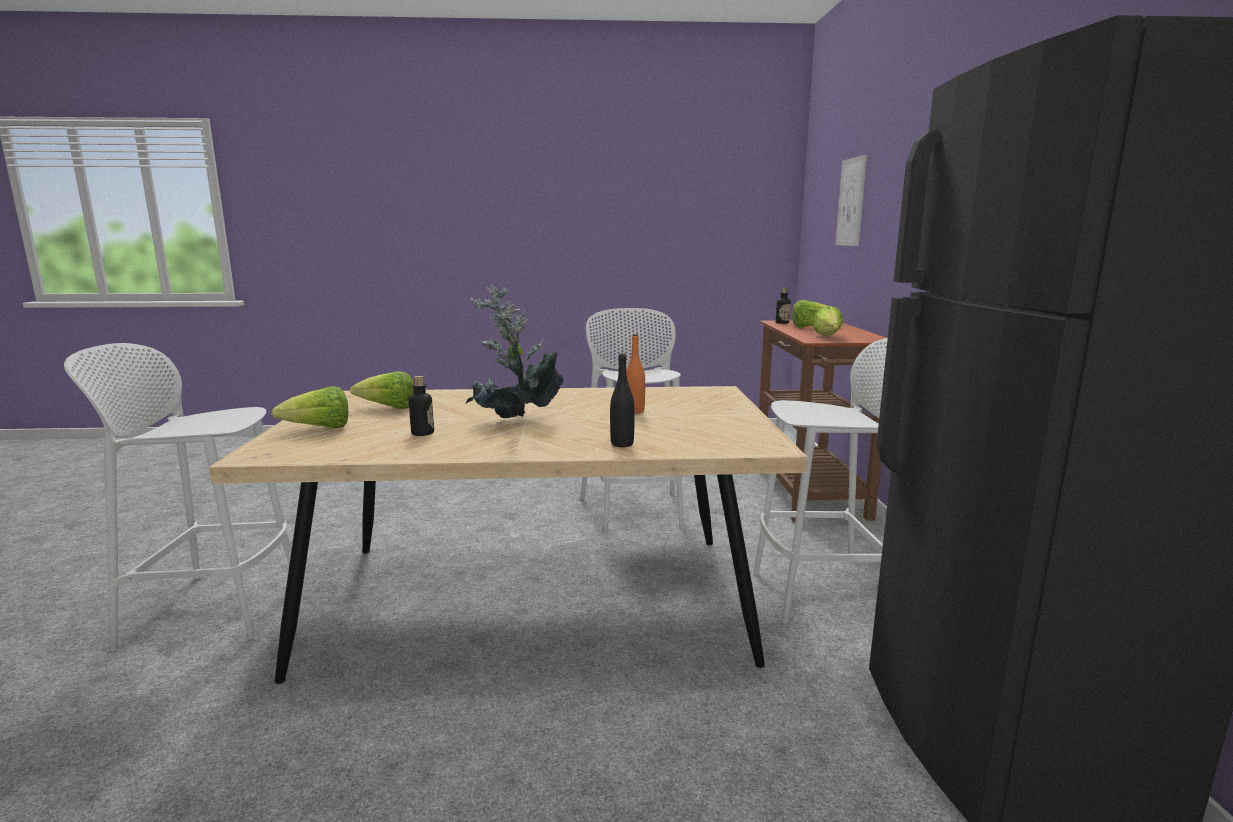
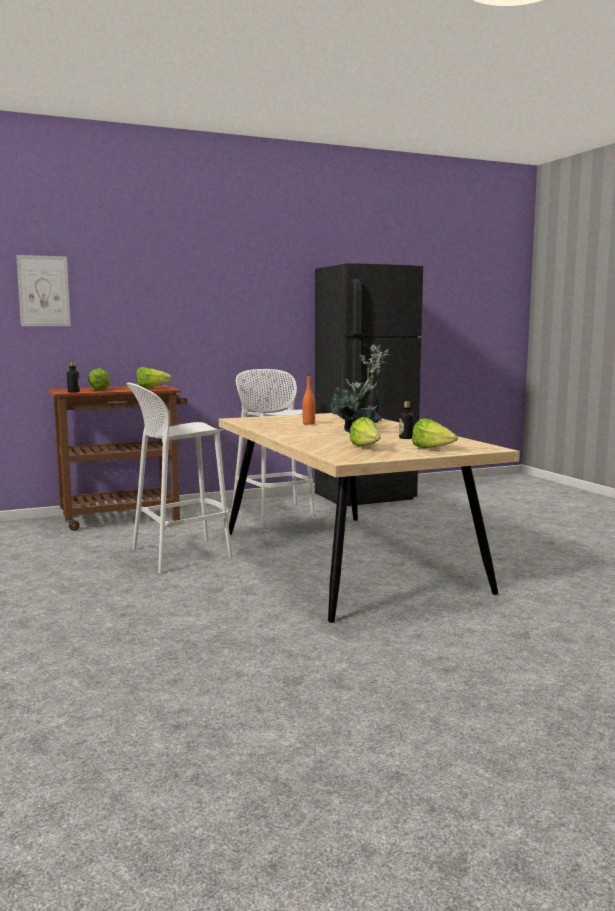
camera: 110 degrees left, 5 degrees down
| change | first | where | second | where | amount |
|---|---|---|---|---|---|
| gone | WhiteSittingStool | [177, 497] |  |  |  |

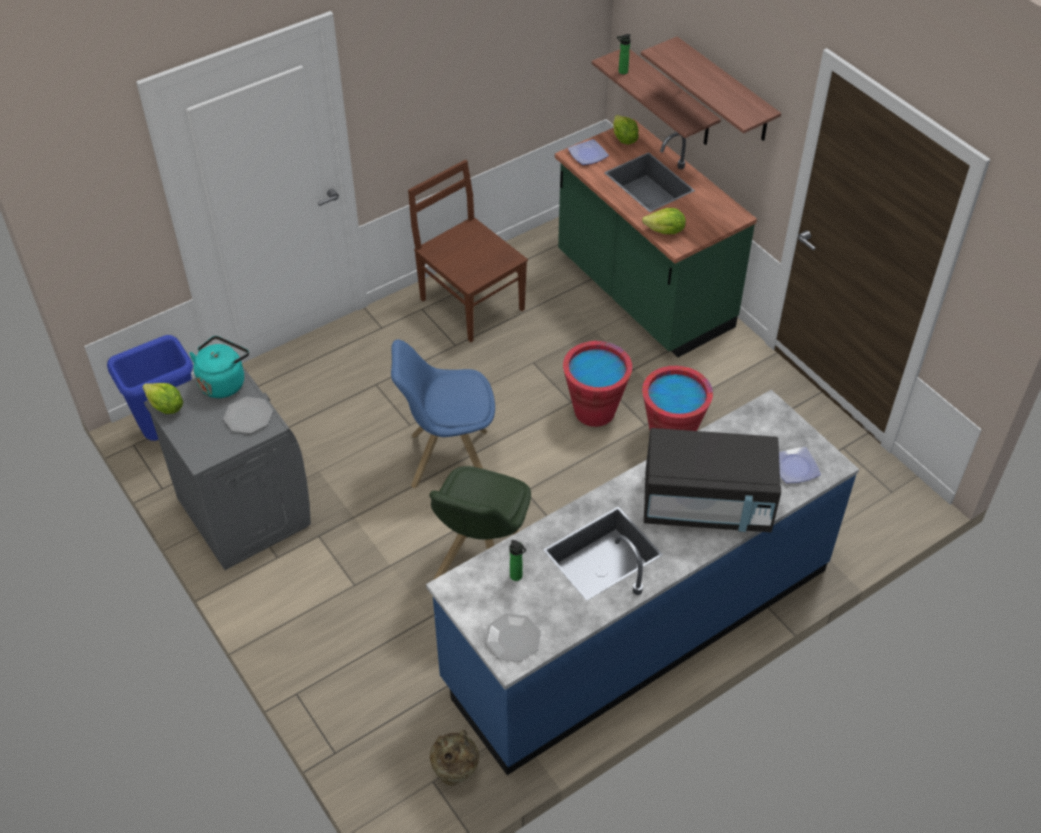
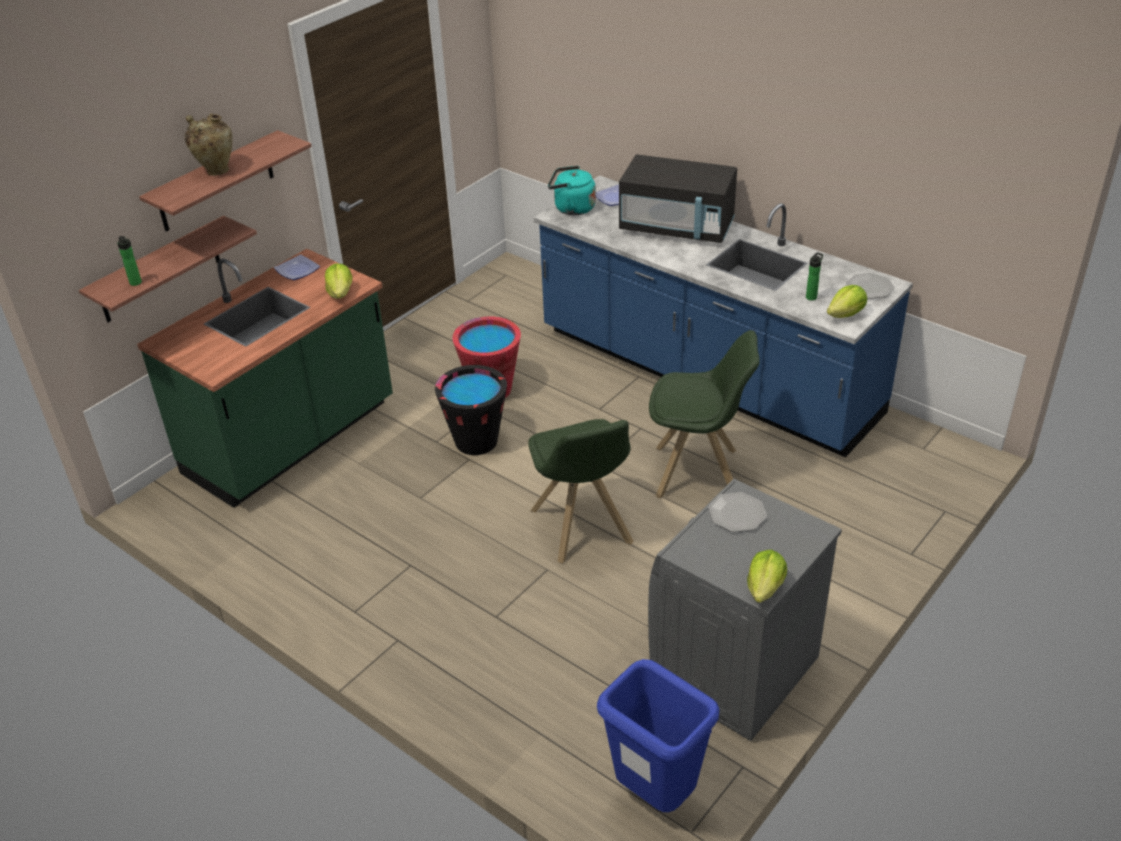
camera: 105 degrees left, 10 degrees down
| change | first | where | second | where | amount |
|---|---|---|---|---|---|
| shifted | LettuceHead | [626, 130] |  | [847, 301] |  |
| shifted | Plate | [588, 152] |  | [297, 267] |  |
| gone | BrownUprightChair | [468, 251] |  |  |  |
| shifted | BlueGreenWaterKettle | [219, 367] |  | [572, 190] |  |
| repainted | BluishUprightChair | [443, 414] | GreenColouredUprightChair | [580, 491] |  |
| repainted | ReddishPail | [597, 384] | BlackColouredPail | [471, 410] |  |
| rotated | BlackColouredMicrowaveOven | [712, 480] |  | [678, 198] | 120 degrees clockwise |
| shifted | BeigeVase | [454, 757] |  | [209, 144] |  |

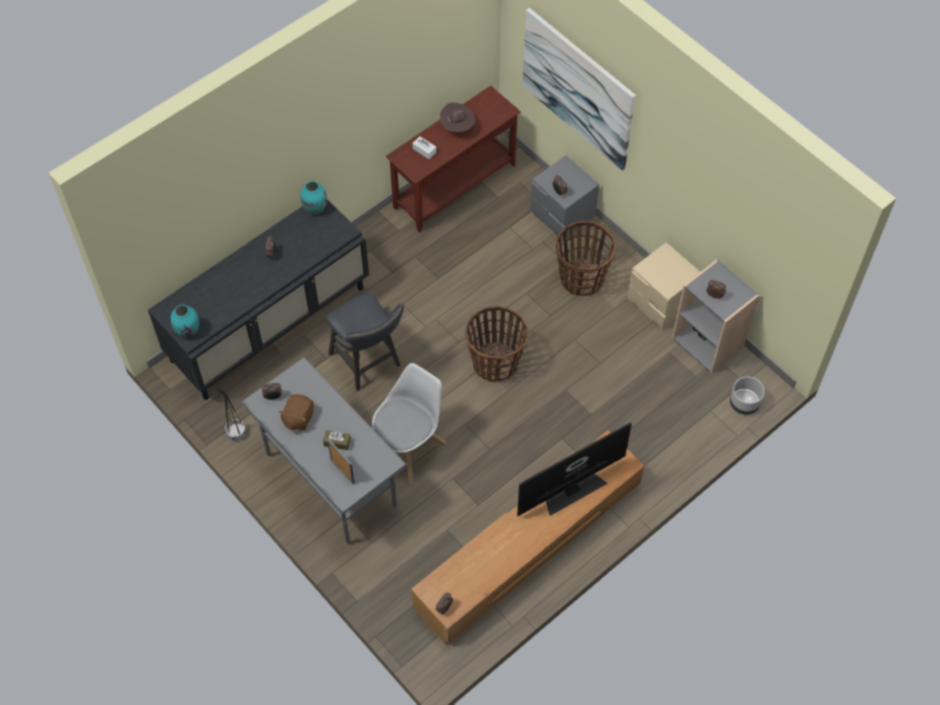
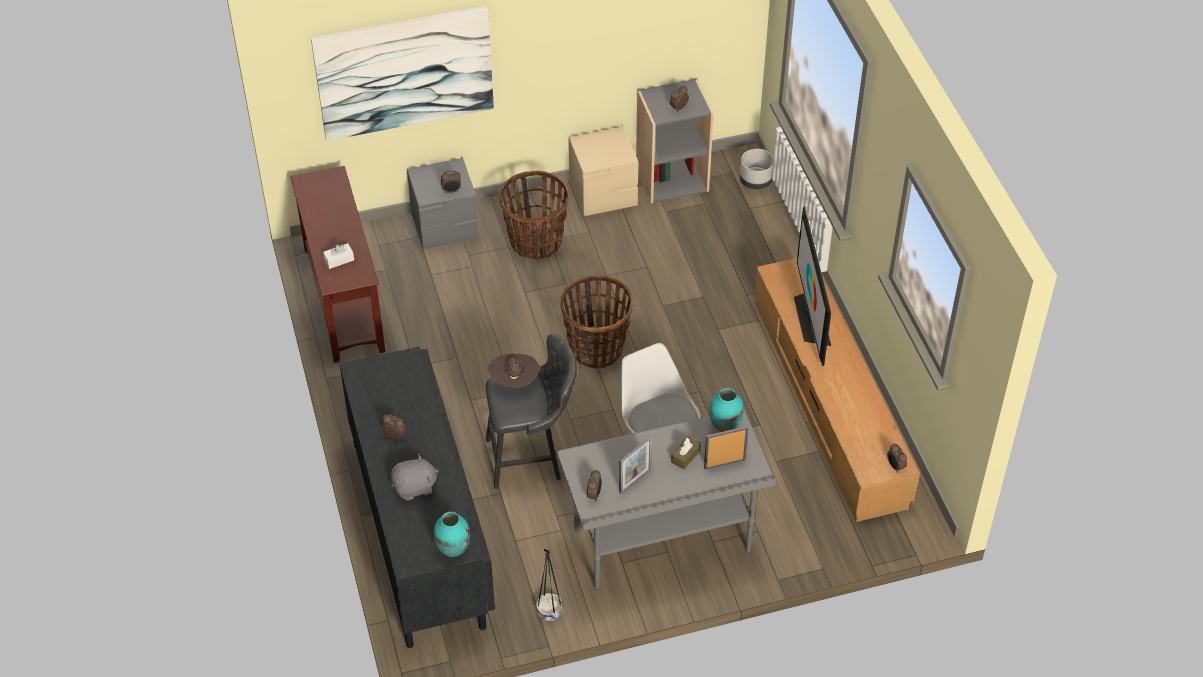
camera: 65 degrees left, 10 degrees down
| change | first | where | second | where | amount |
|---|---|---|---|---|---|
| shifted | BrownHat | [457, 117] |  | [513, 371] |  |
| shifted | BlueGreenVase | [314, 198] |  | [726, 410] |  |
| swapped | BrownSoftToy | [296, 412] | PhotoFrame | [635, 465] |  |
| new |  |  | GreyishSoftToy | [414, 477] |  |

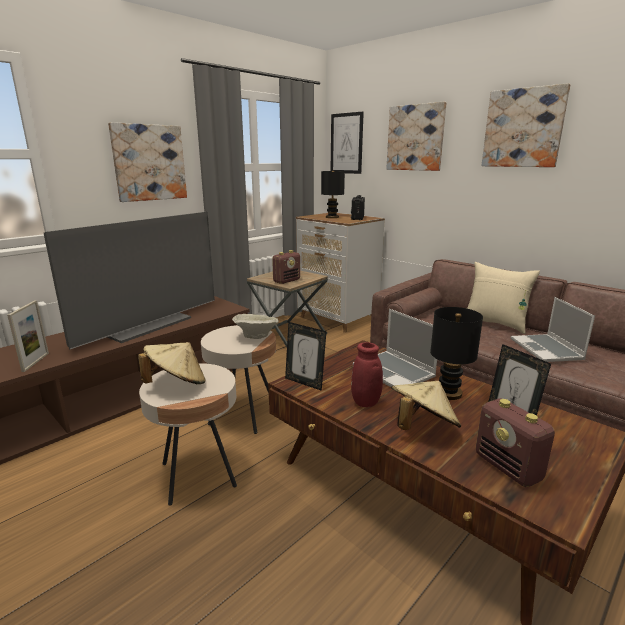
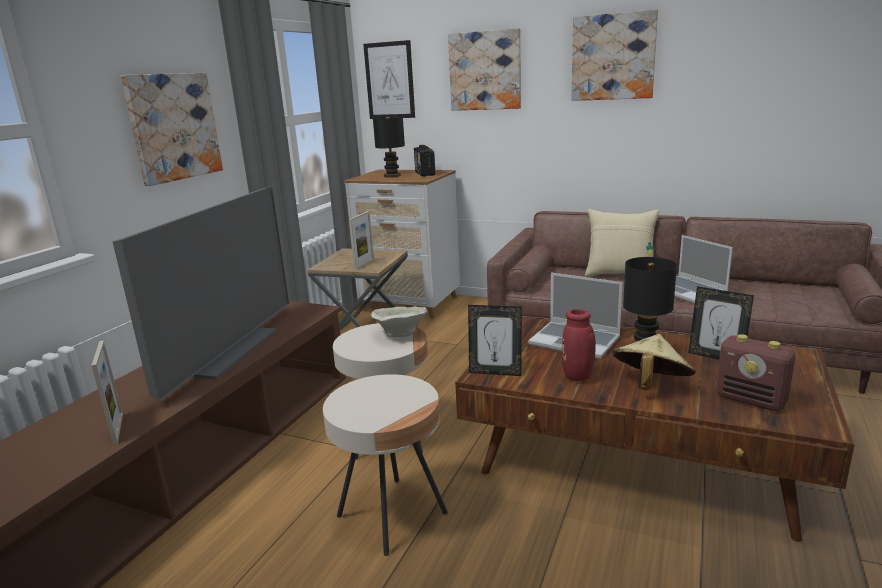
camera: 20 degrees left, 0 degrees up
| change | first | where | second | where | amount |
|---|---|---|---|---|---|
| swapped | RadioReceiver | [286, 267] | PhotoFrame | [361, 240] |  |
| gone | BeigeHat | [172, 363] |  |  |  |

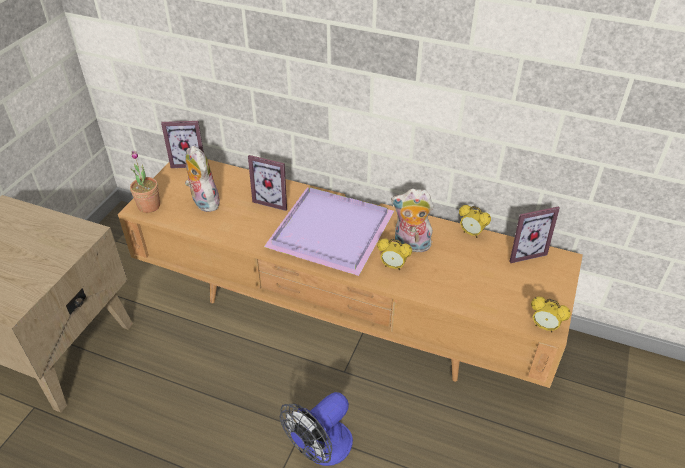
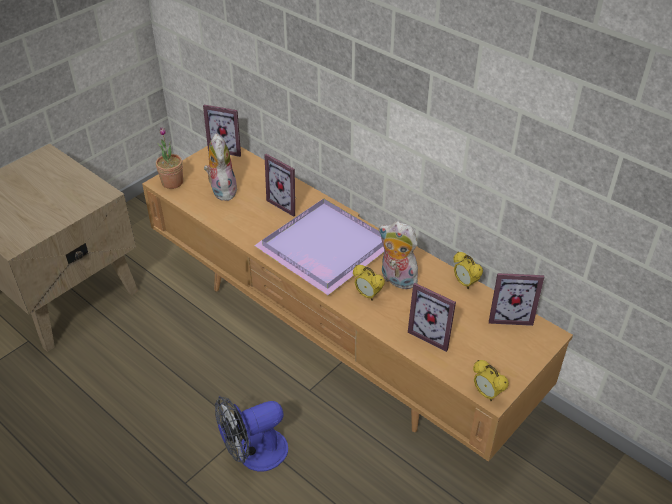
camera: 20 degrees right, 0 degrees up
| change | first | where | second | where | amount |
|---|---|---|---|---|---|
| new |  |  | PhotoFrame | [432, 317] |  |

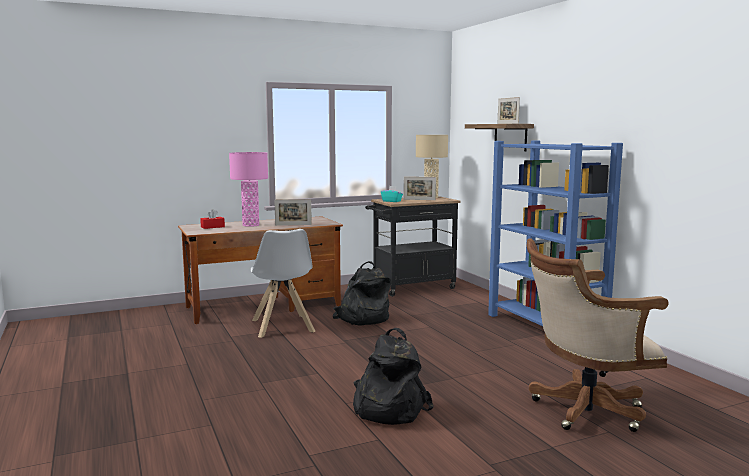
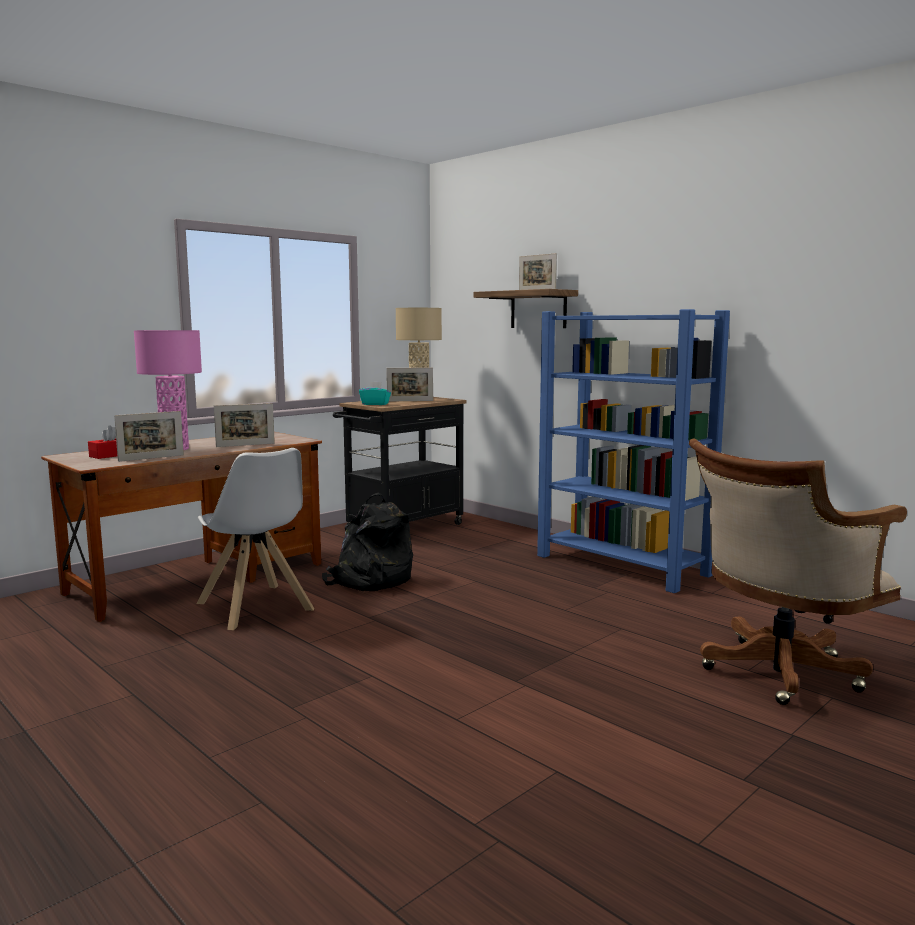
camera: 20 degrees left, 0 degrees up
| change | first | where | second | where | amount |
|---|---|---|---|---|---|
| gone | BlackColouredRucksack | [393, 376] |  |  |  |
| new |  |  | PhotoFrame | [149, 436] |  |

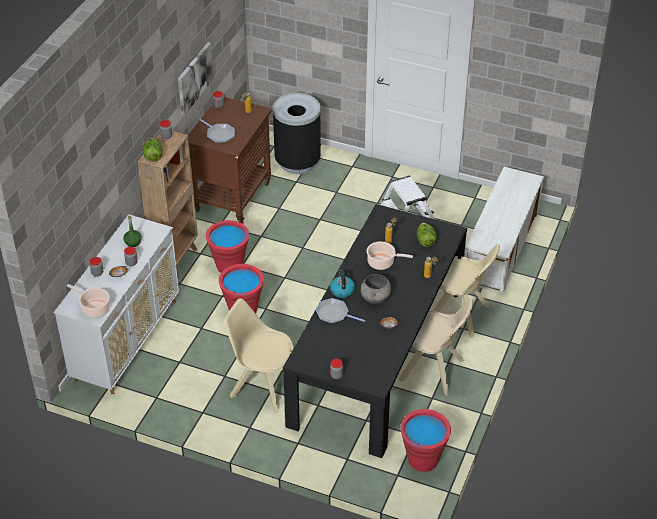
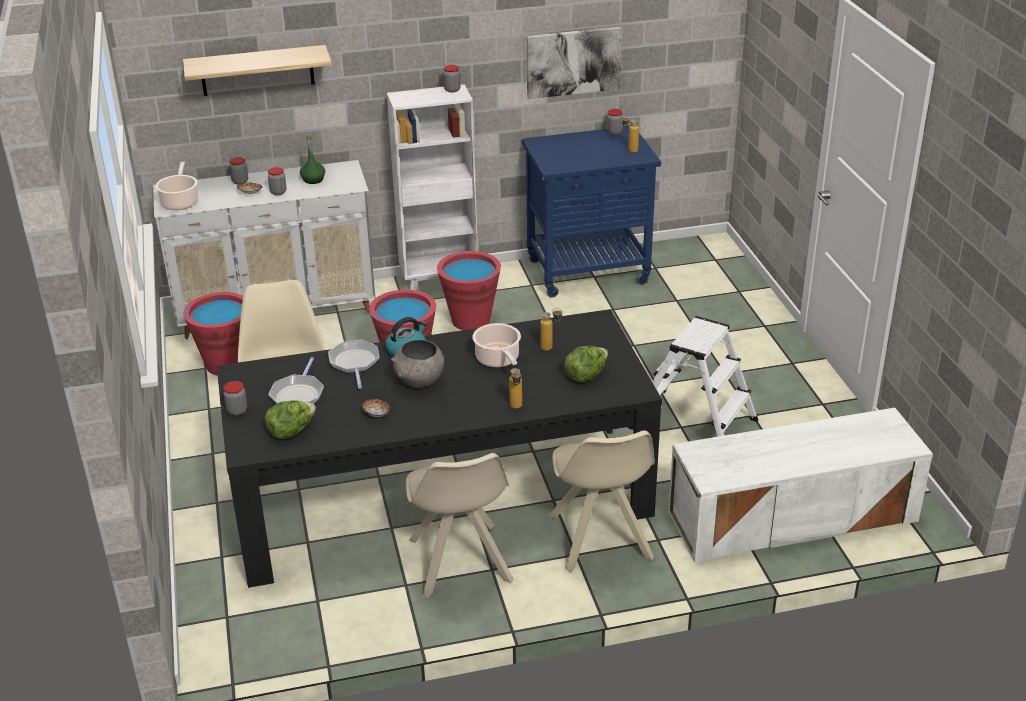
camera: 55 degrees right, 10 degrees down
| change | first | where | second | where | amount |
|---|---|---|---|---|---|
| gone | BlackColouredRubbishBin | [297, 133] |  |  |  |
| repainted | BrownTrolley | [230, 160] | BluishTrolley | [591, 212] |  |
| shifted | FryingPan | [217, 131] |  | [296, 380] |  |
| repainted | BrownBookcase | [168, 204] | WhiteBookcase | [432, 187] |  |
| shifted | LettuceHead | [153, 150] |  | [290, 419] |  |
| shifted | ReddishPail | [425, 440] |  | [213, 334] |  |
| new |  |  | Shelf | [257, 70] |  |

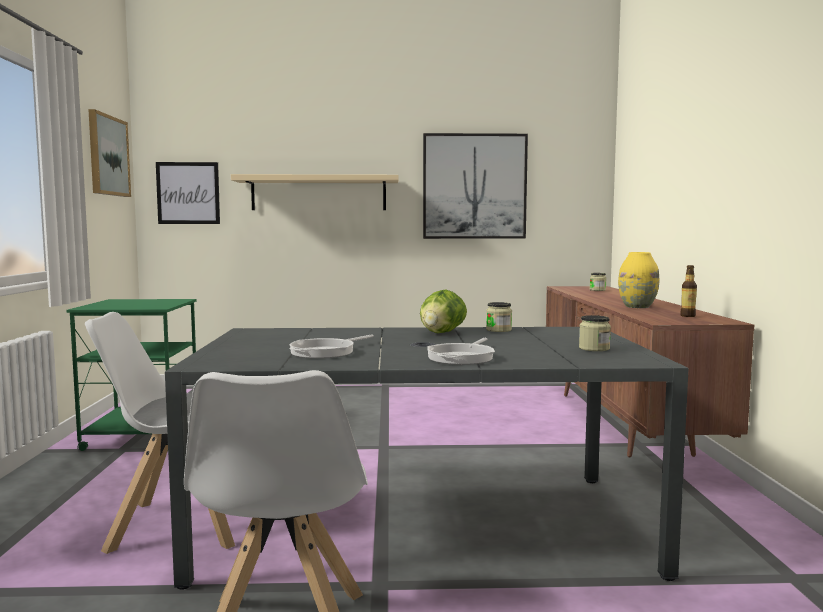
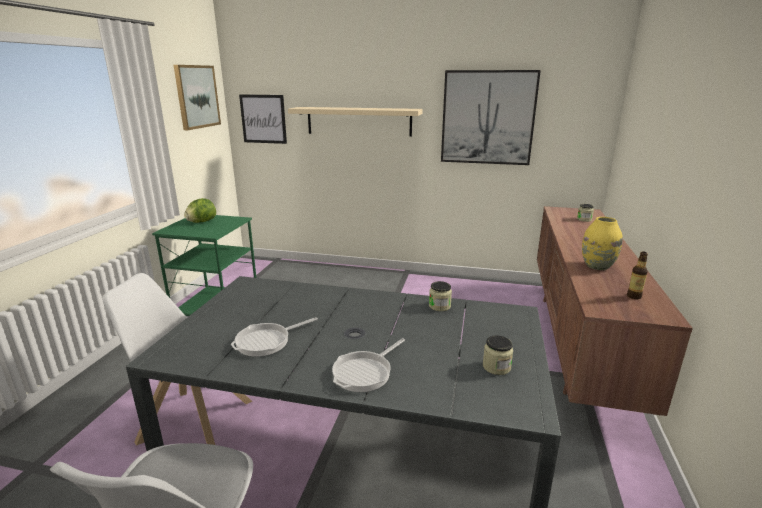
camera: 15 degrees right, 15 degrees up
| change | first | where | second | where | amount |
|---|---|---|---|---|---|
| shifted | LettuceHead | [443, 311] |  | [200, 210] |  |

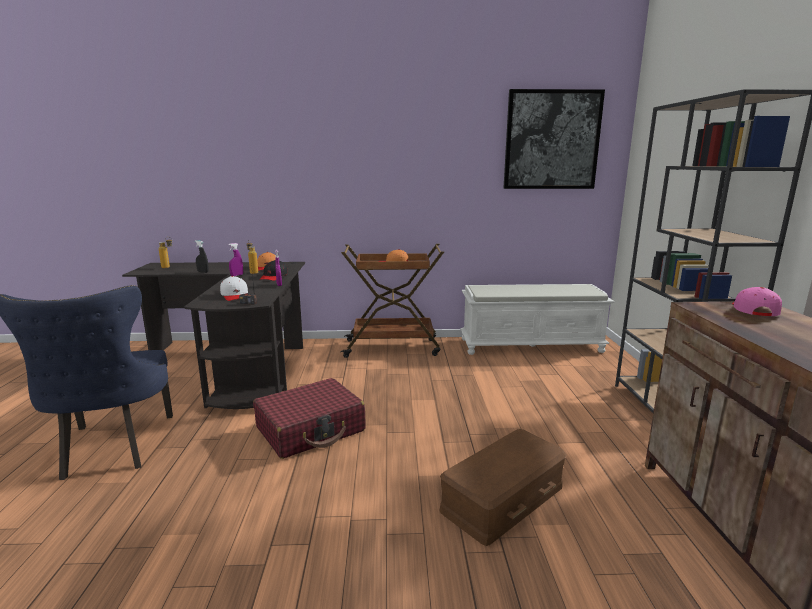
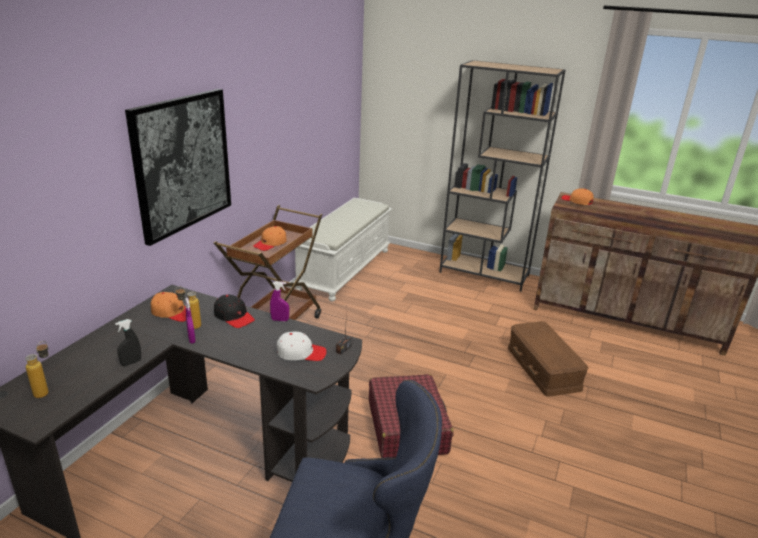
camera: 65 degrees left, 10 degrees up
| change | first | where | second | where | amount |
|---|---|---|---|---|---|
| shifted | WallPicture | [554, 139] |  | [178, 167] |  |
| repainted | PinkColouredCap | [757, 301] | OrangeyCap | [577, 196] |  |

